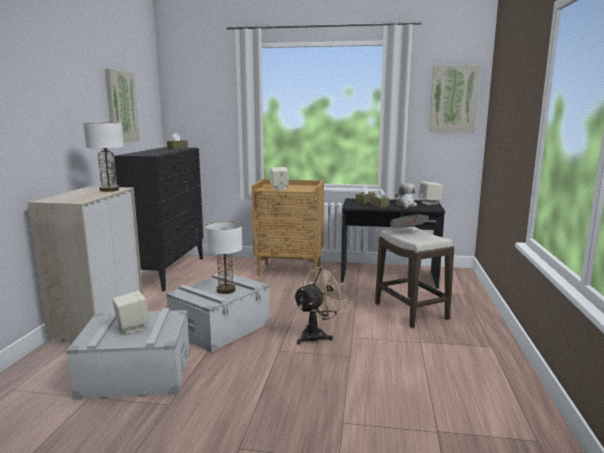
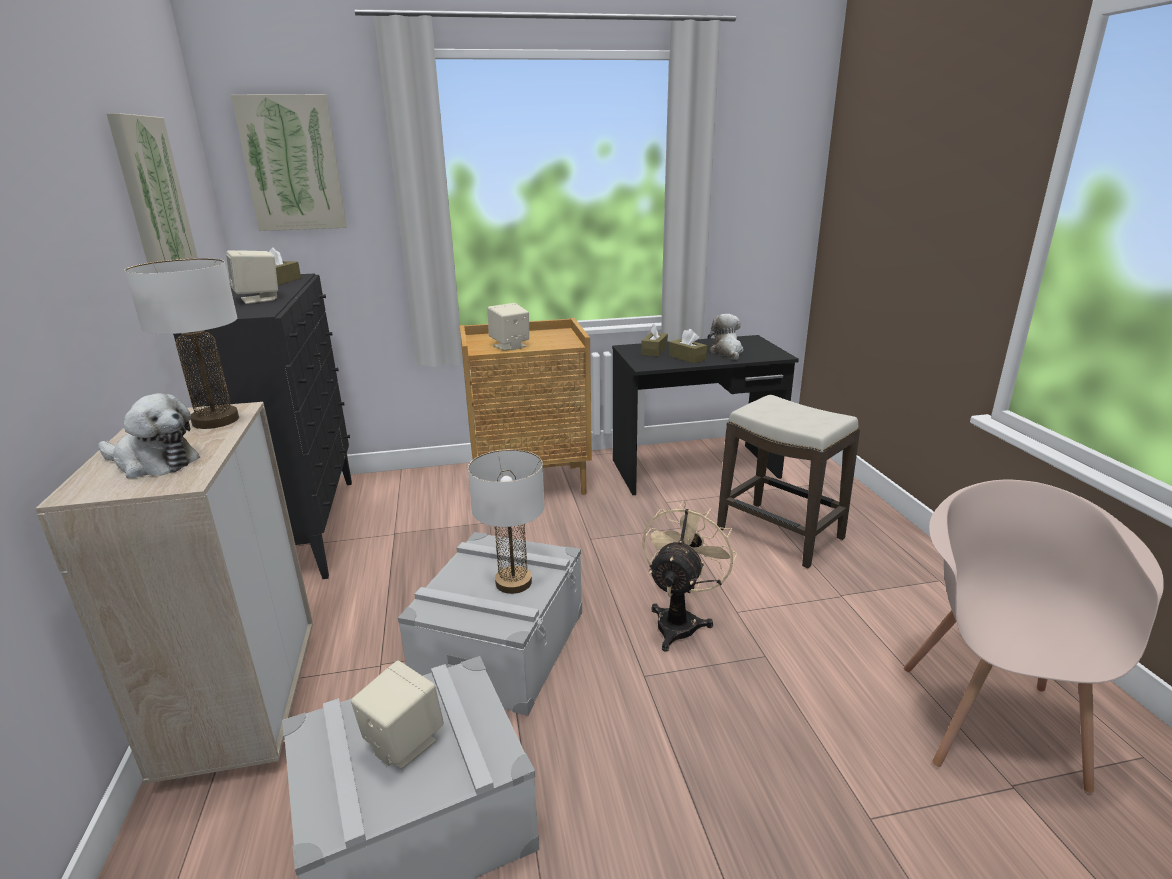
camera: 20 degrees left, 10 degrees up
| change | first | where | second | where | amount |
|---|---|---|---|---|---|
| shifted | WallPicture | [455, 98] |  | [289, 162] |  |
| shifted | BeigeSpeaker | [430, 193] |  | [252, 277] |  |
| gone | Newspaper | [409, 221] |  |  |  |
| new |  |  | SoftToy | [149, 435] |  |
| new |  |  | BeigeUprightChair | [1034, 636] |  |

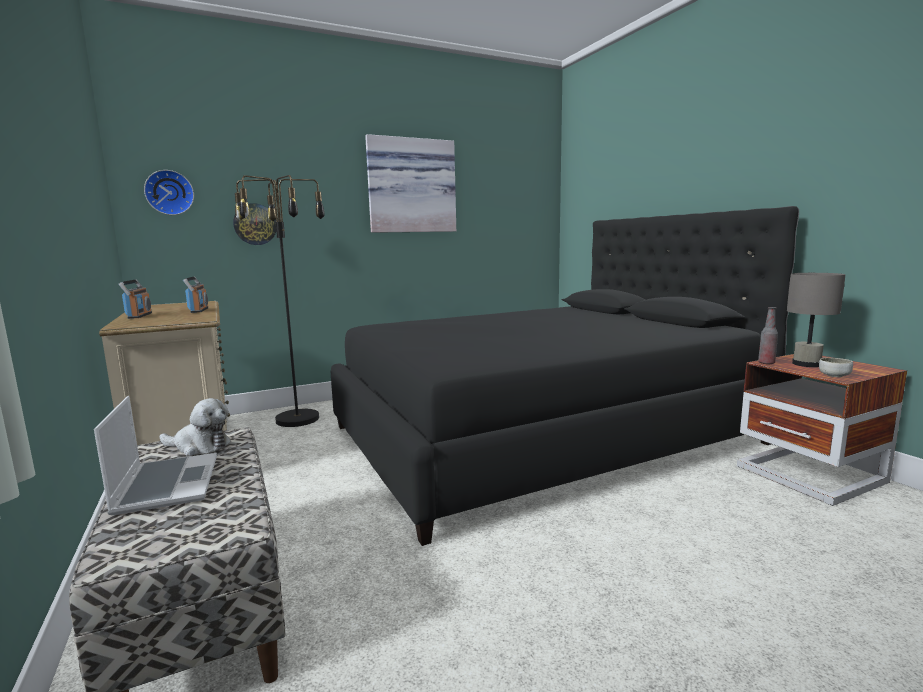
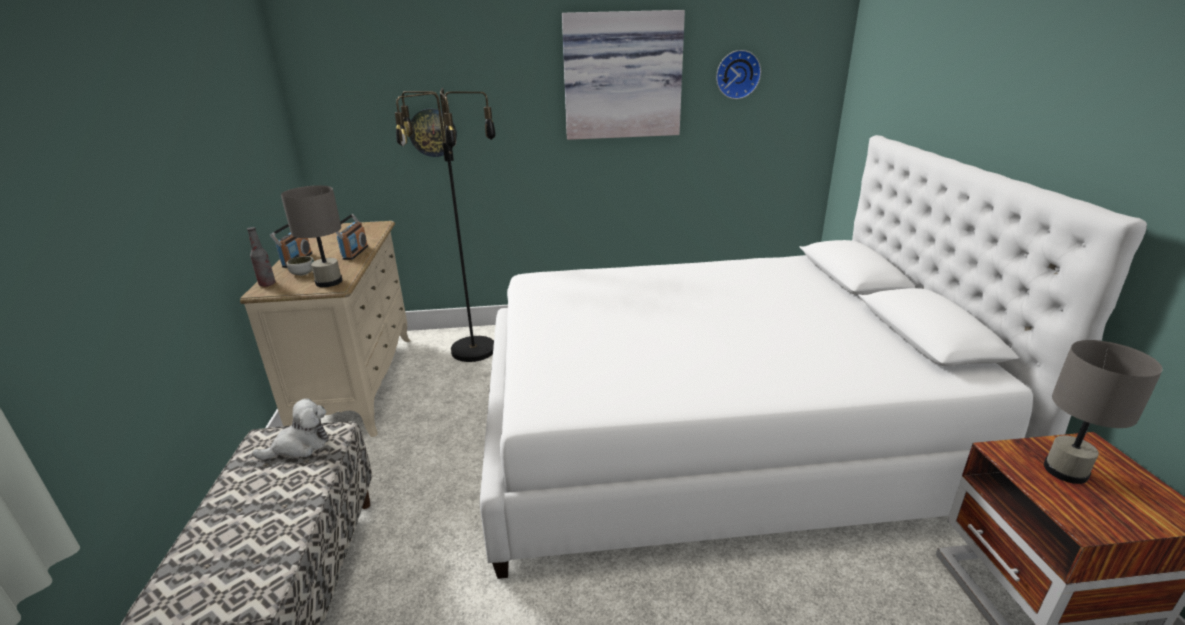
camera: 20 degrees right, 15 degrees up
| change | first | where | second | where | amount |
|---|---|---|---|---|---|
| shifted | WallClock | [169, 192] |  | [738, 74] |  |
| repainted | BlackColouredSleepingBed | [565, 376] | WhiteSleepingBed | [813, 357] |  |
| shifted | DrinkBottle | [768, 335] |  | [261, 257] |  |
| shifted | ServingBowl | [836, 367] |  | [300, 266] |  |
| gone | NotebookComputer | [155, 455] |  |  |  |
| rotated | SoftToy | [195, 427] |  | [290, 429] | 60 degrees counterclockwise |
| new |  |  | GreyishTableLamp | [311, 236] |  |

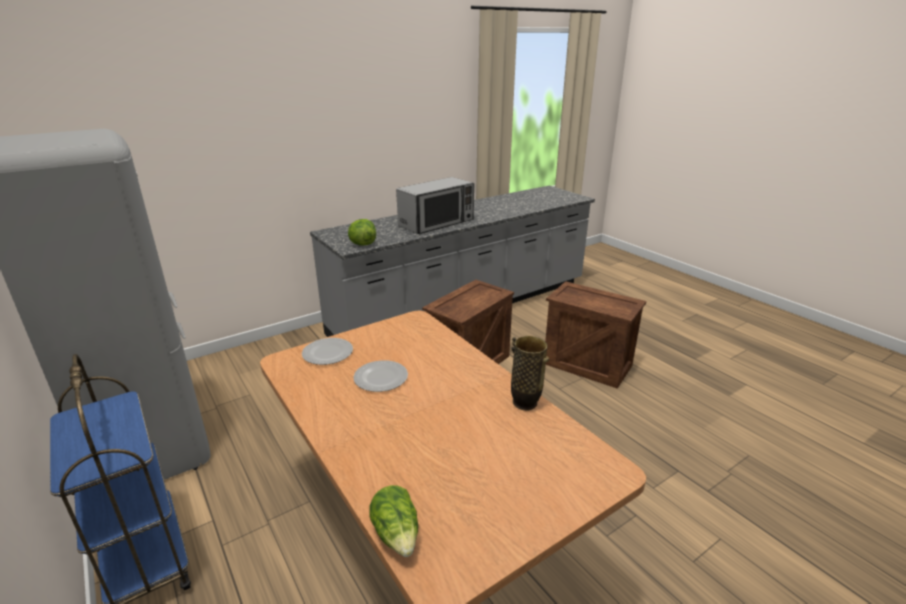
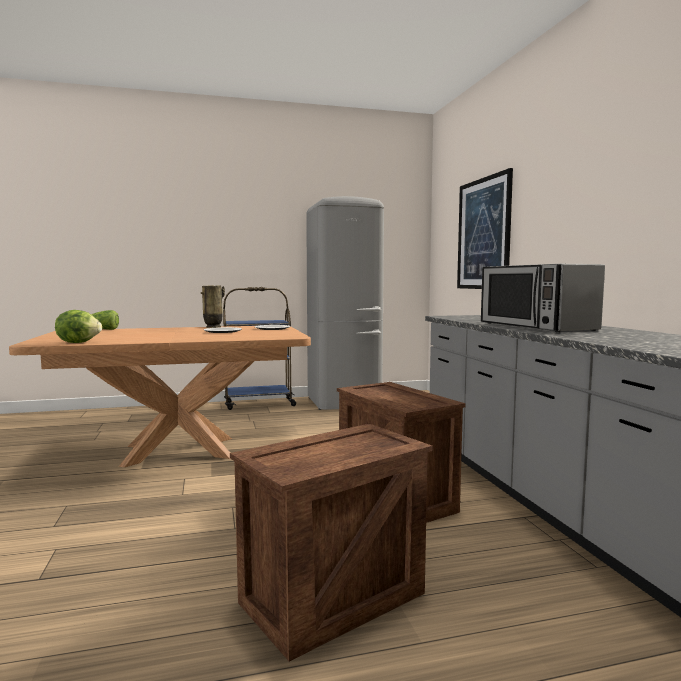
camera: 110 degrees right, 20 degrees down
| change | first | where | second | where | amount |
|---|---|---|---|---|---|
| shifted | LettuceHead | [362, 232] |  | [78, 326] |  |
| shifted | Vase | [530, 373] |  | [213, 306] |  |
| new |  |  | WallPicture | [485, 228] |  |

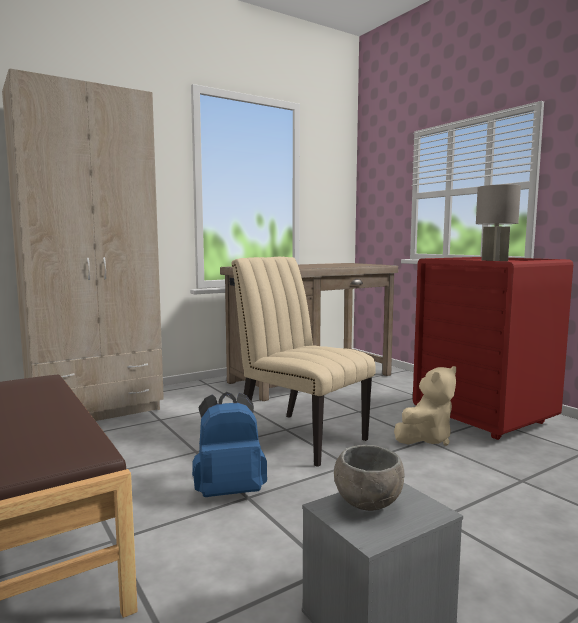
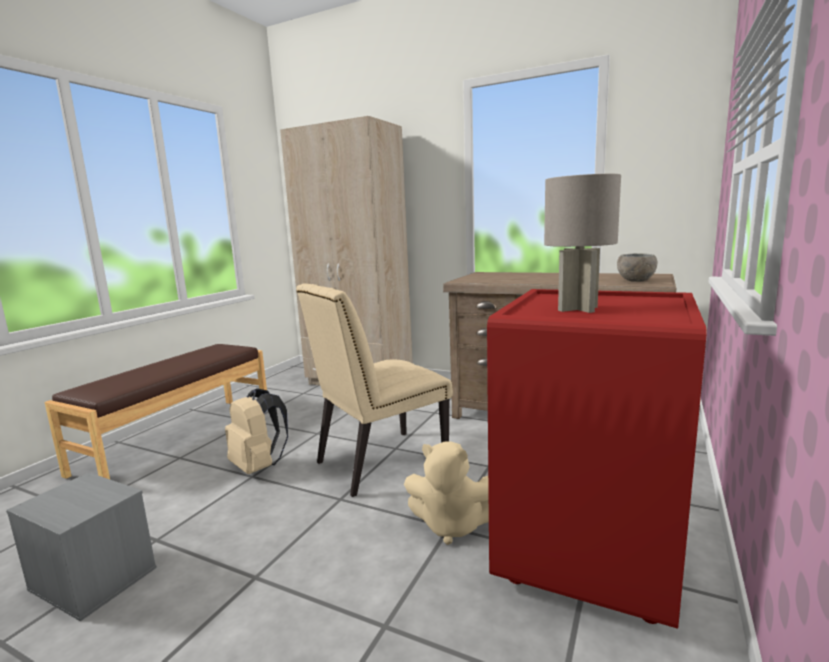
camera: 60 degrees right, 5 degrees up
| change | first | where | second | where | amount |
|---|---|---|---|---|---|
| rotated | BeigeUprightChair | [303, 362] |  | [374, 390] | 135 degrees counterclockwise |
| repainted | BluishRucksack | [229, 444] | BeigeRucksack | [256, 431] |  |
| shifted | GreyishServingBowl | [369, 478] |  | [637, 267] |  |

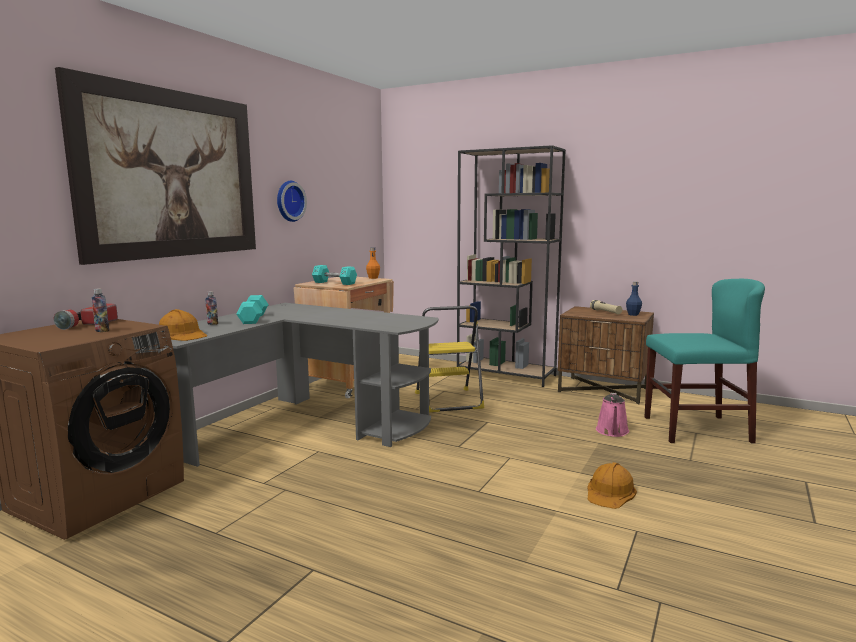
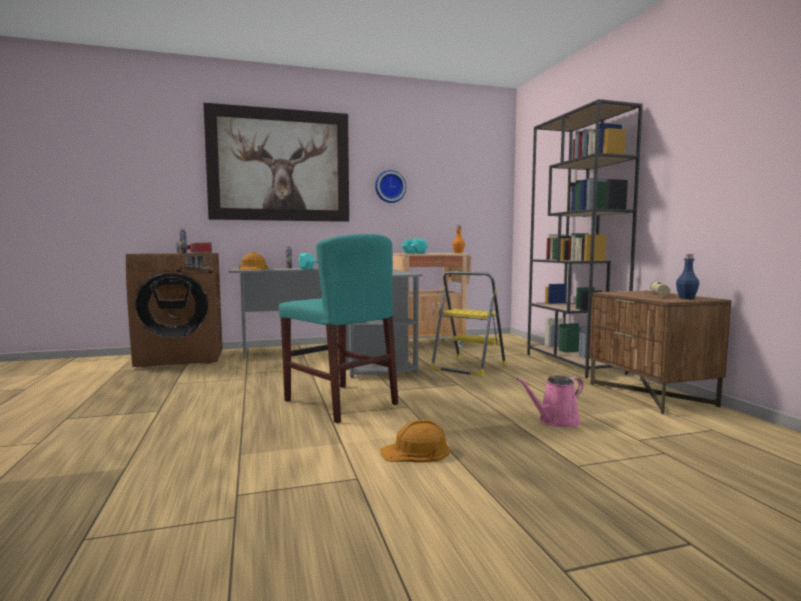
camera: 45 degrees right, 5 degrees down
| change | first | where | second | where | amount |
|---|---|---|---|---|---|
| shifted | BlueGreenUprightChair | [705, 361] |  | [338, 328] |  |

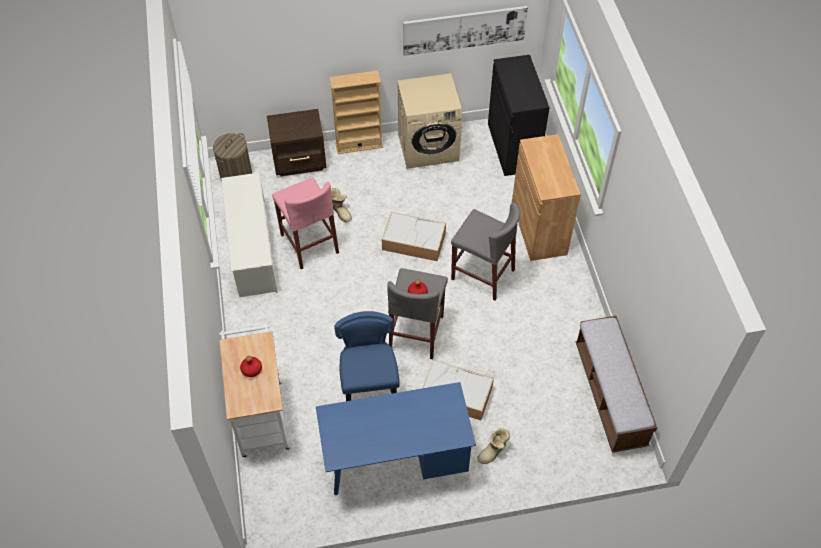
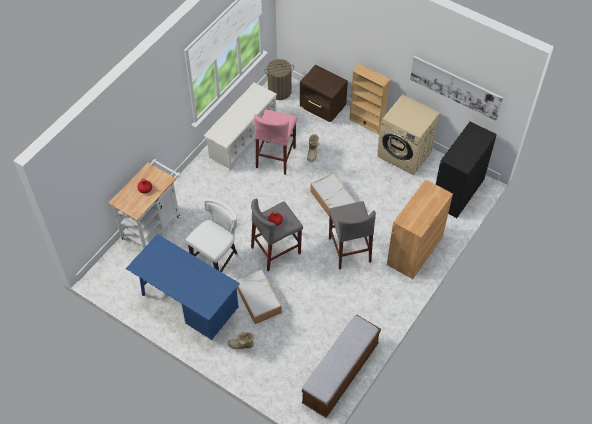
camera: 45 degrees right, 0 degrees up
| change | first | where | second | where | amount |
|---|---|---|---|---|---|
| repainted | BluishUprightChair | [366, 356] | WhiteUprightChair | [211, 235] |  |

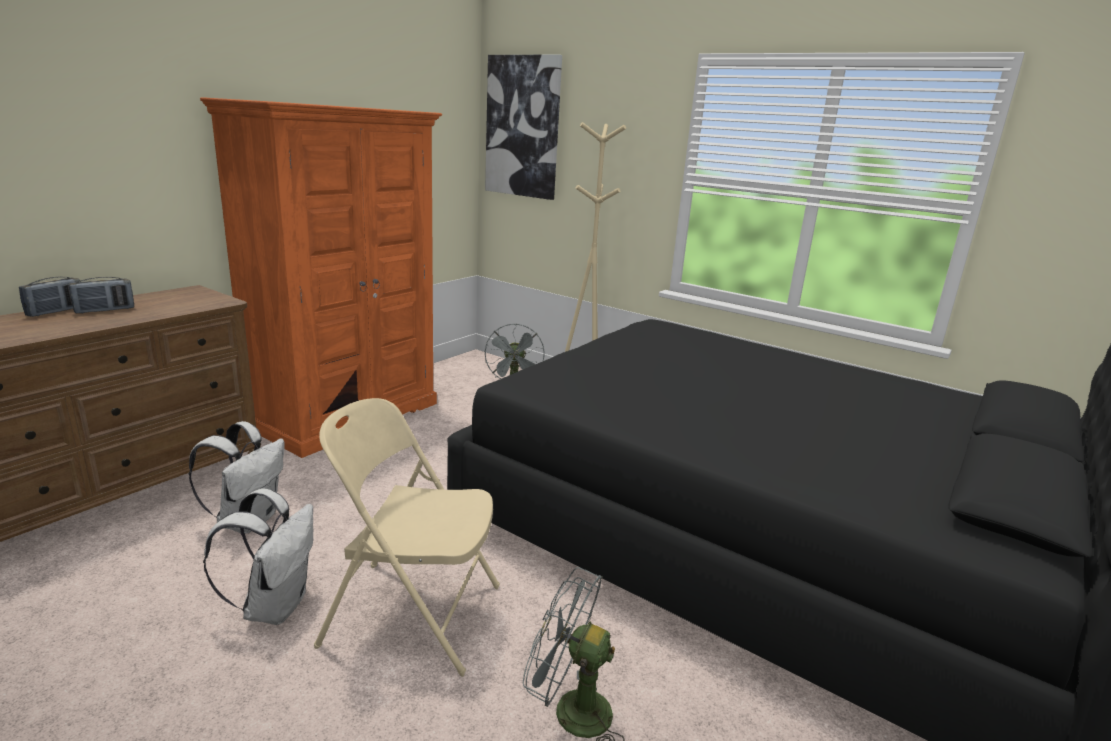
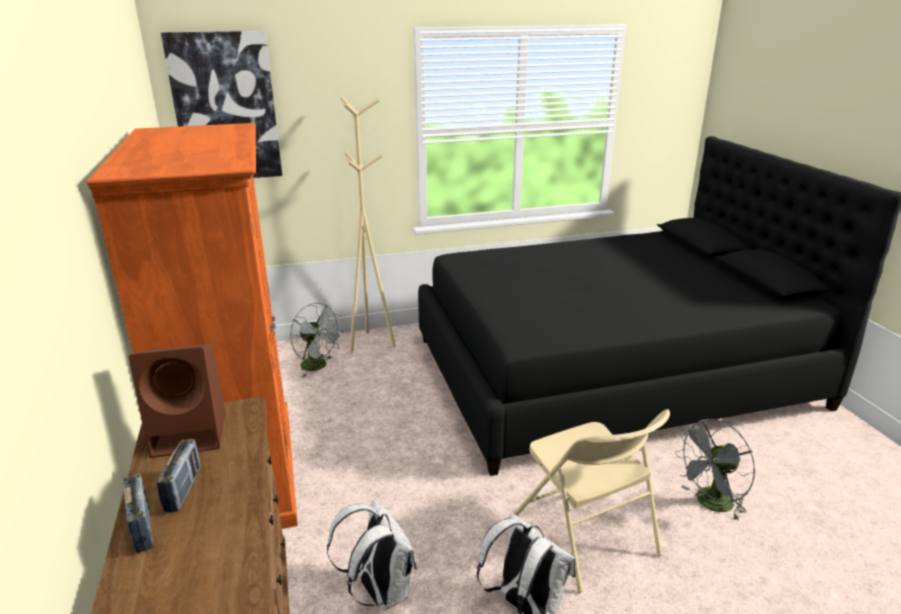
camera: 50 degrees left, 5 degrees up
| change | first | where | second | where | amount |
|---|---|---|---|---|---|
| rotated | BeigeUprightChair | [407, 537] |  | [592, 501] | 75 degrees counterclockwise |
| new |  |  | BrownSpeaker | [177, 401] |  |

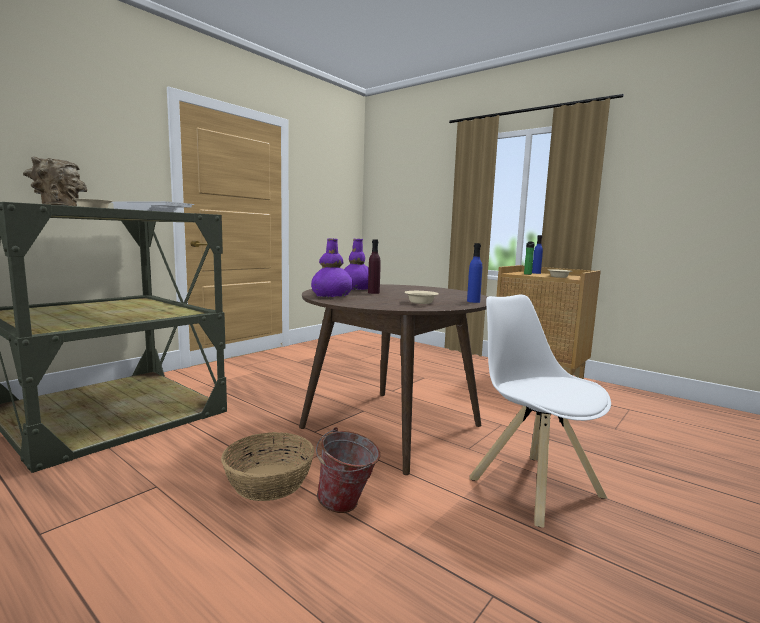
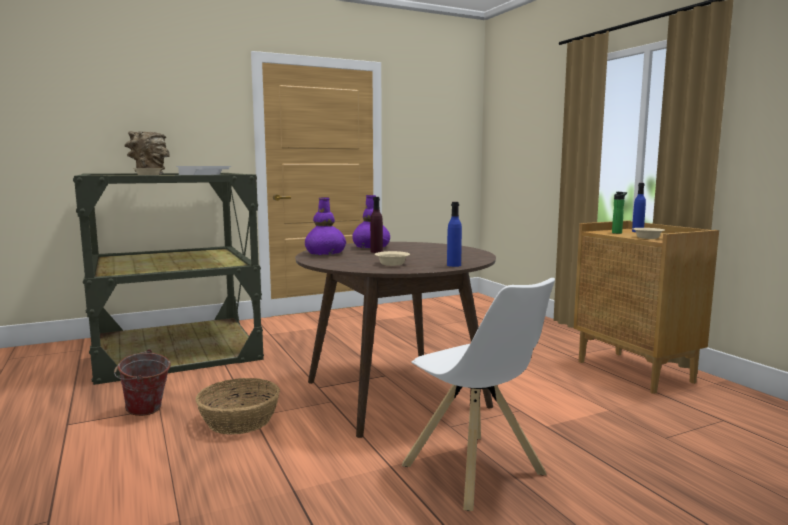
camera: 25 degrees right, 0 degrees up
| change | first | where | second | where | amount |
|---|---|---|---|---|---|
| rotated | WhiteUprightChair | [540, 411] |  | [478, 394] | 150 degrees clockwise |
| shifted | Pail | [348, 470] |  | [142, 382] |  |

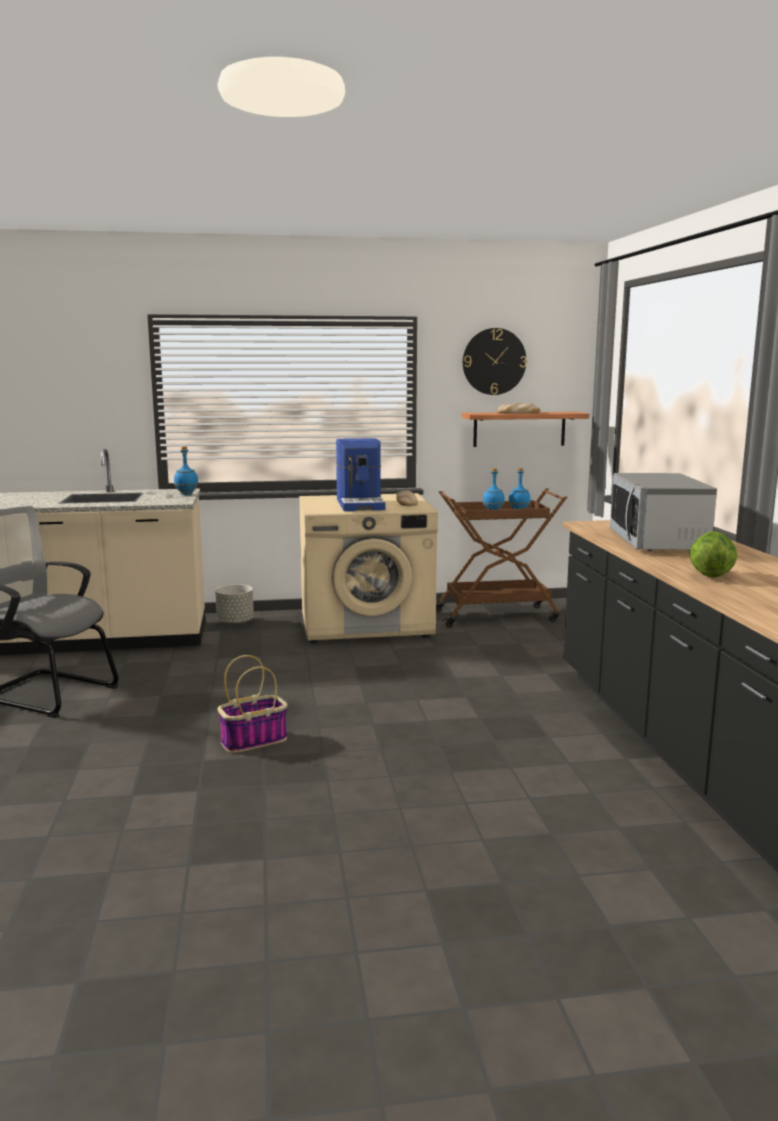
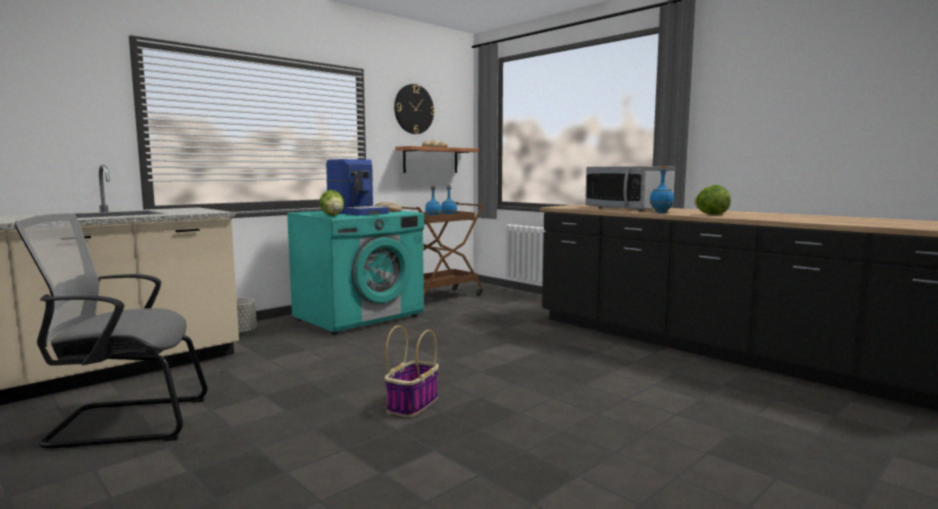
camera: 35 degrees left, 5 degrees down
| change | first | where | second | where | amount |
|---|---|---|---|---|---|
| shifted | BluishDrinkBottle | [186, 471] |  | [662, 189] |  |
| repainted | BeigeLaundryAppliance | [368, 568] | BlueGreenLaundryAppliance | [355, 273] |  |
| new |  |  | LettuceHead | [331, 203] |  |

